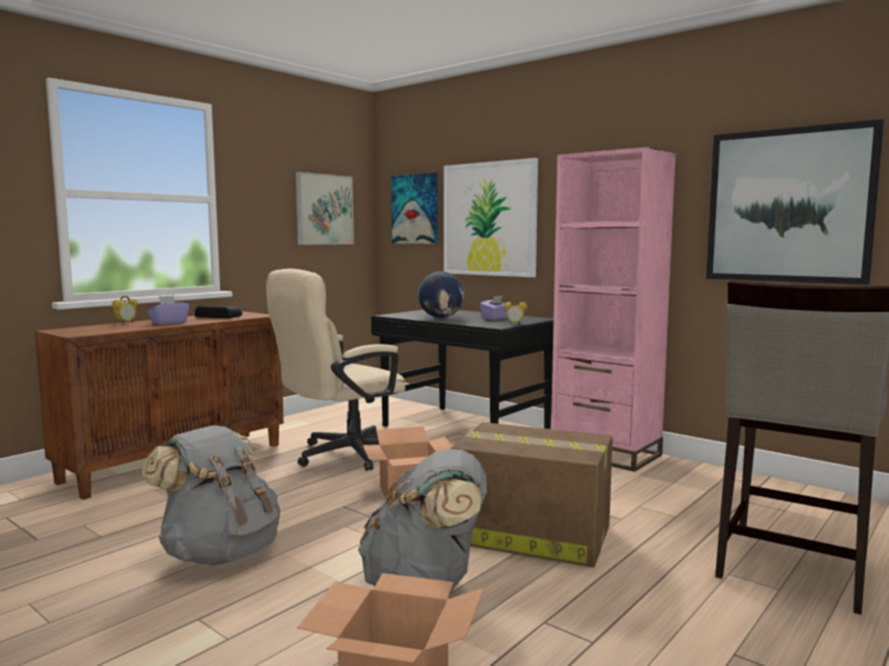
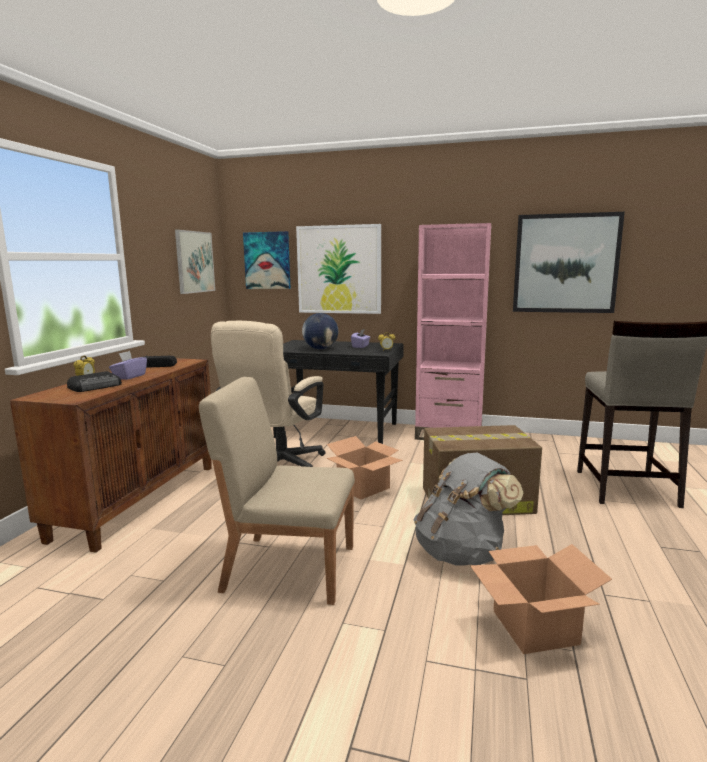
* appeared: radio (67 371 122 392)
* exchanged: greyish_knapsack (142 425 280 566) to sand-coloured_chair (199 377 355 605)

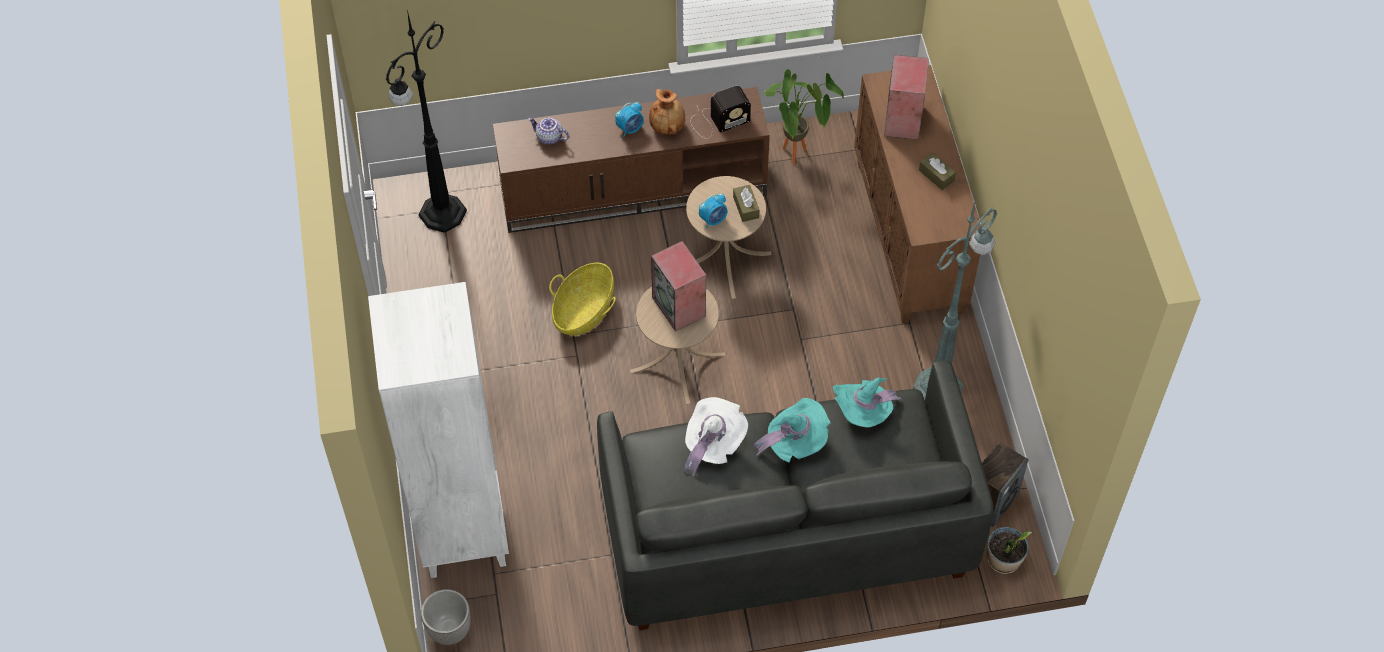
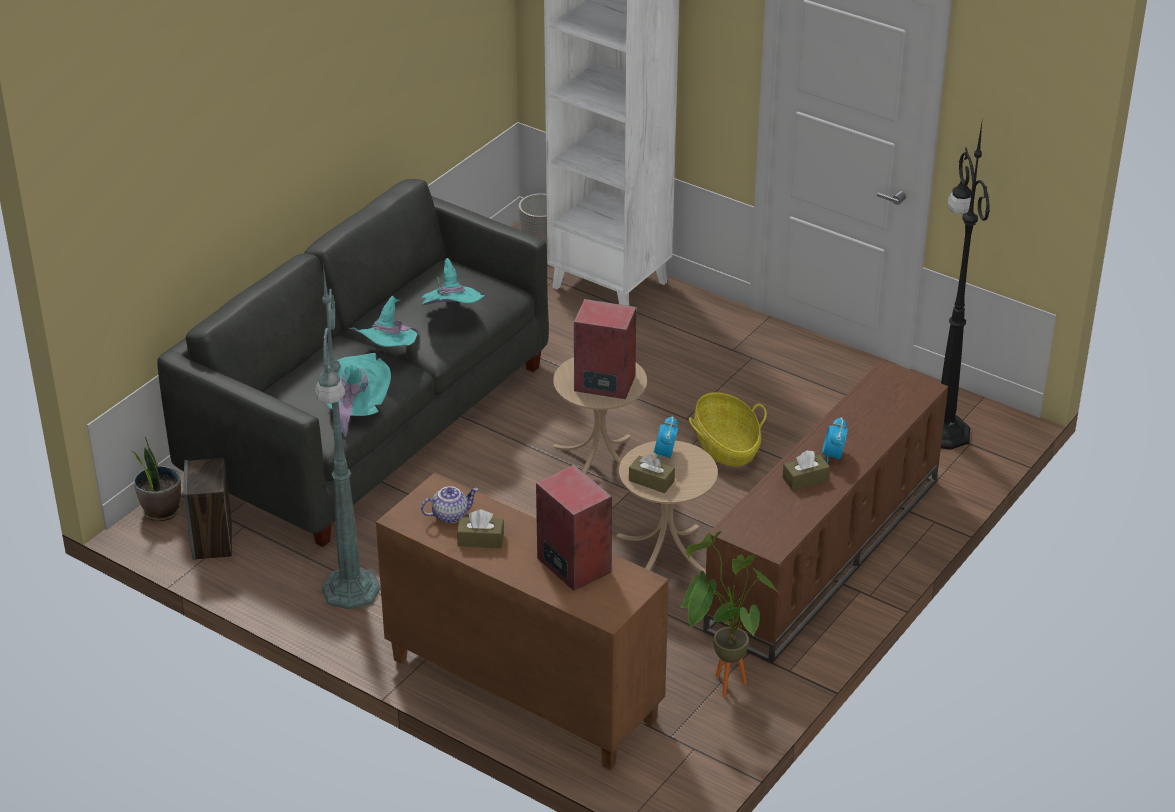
* colour: whitish_hat (683 397 748 477) to blue-green_hat (421 258 485 305)
* relocated: teapot (528 117 569 145) to (421 486 479 523)
* exchanged: brown-coloured_decorative_vase (649 89 685 135) to brown-coloured_box_of_tissues (783 450 830 490)
* missing: radio (691 86 751 139)

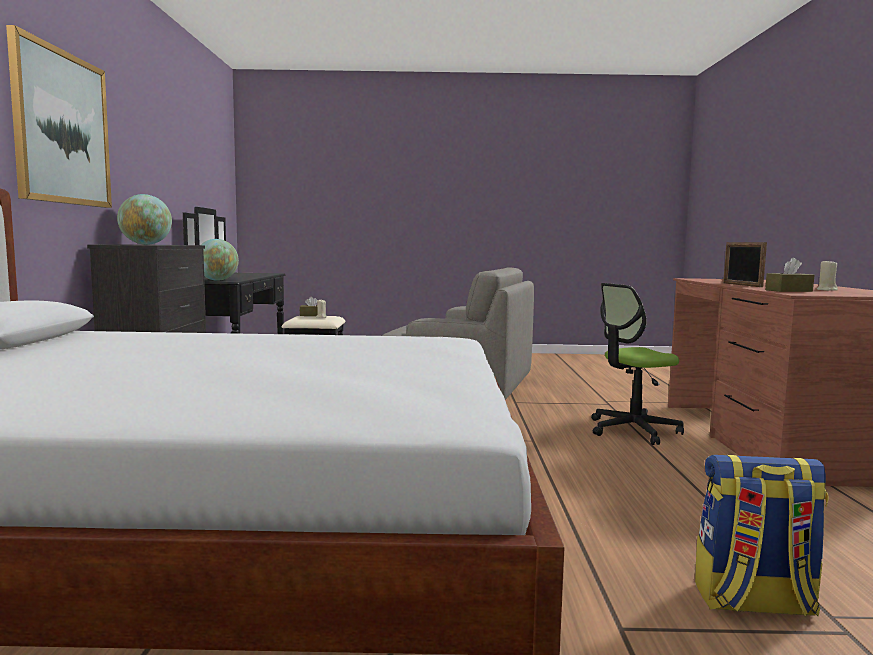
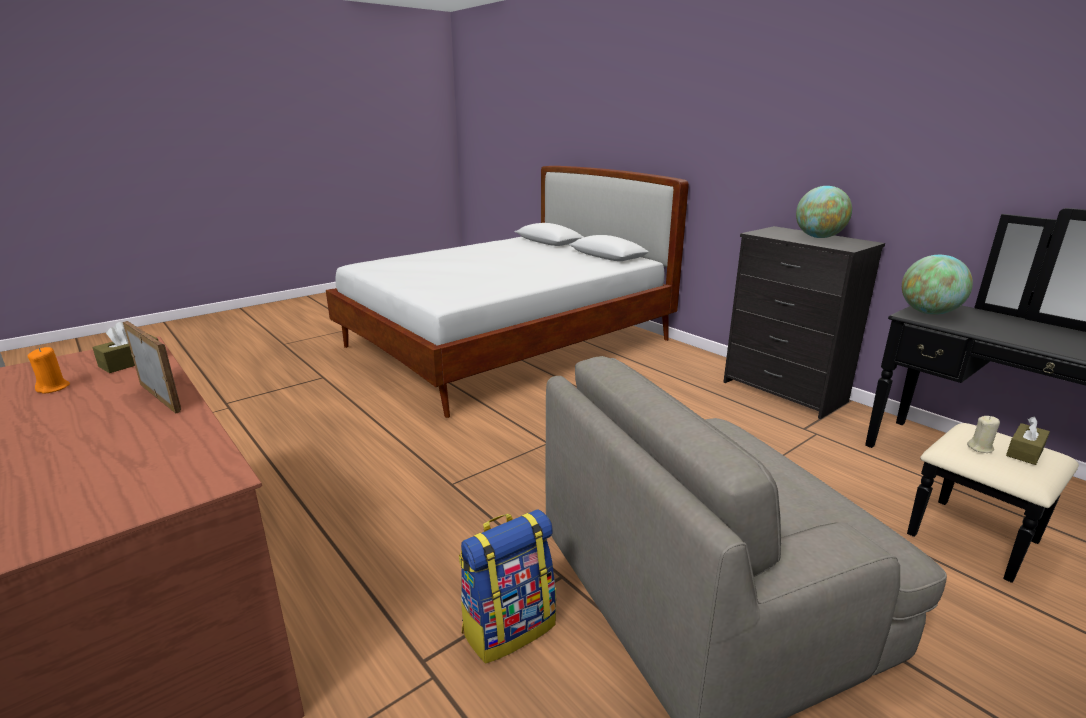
* colour: sand-coloured_wax_candle (817 259 838 291) to orange_wax_candle (28 347 70 394)
* relocated: knapsack (695 455 829 617) to (459 509 556 664)
* missing: wall_picture (6 25 112 208)
* missing: computer_chair (591 283 684 445)

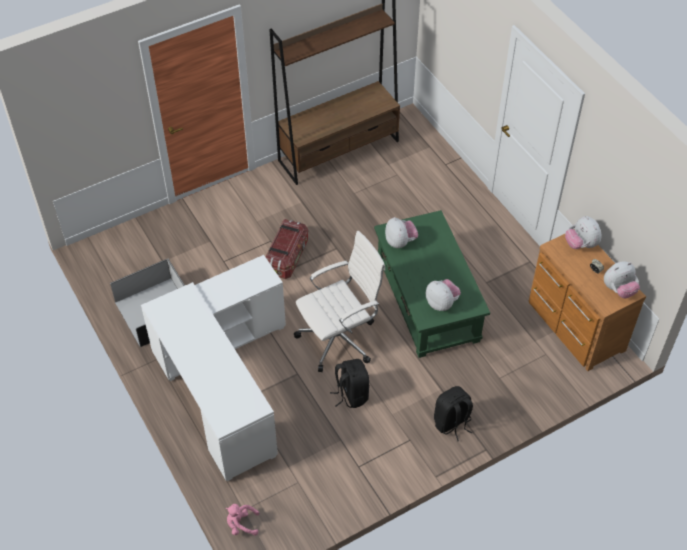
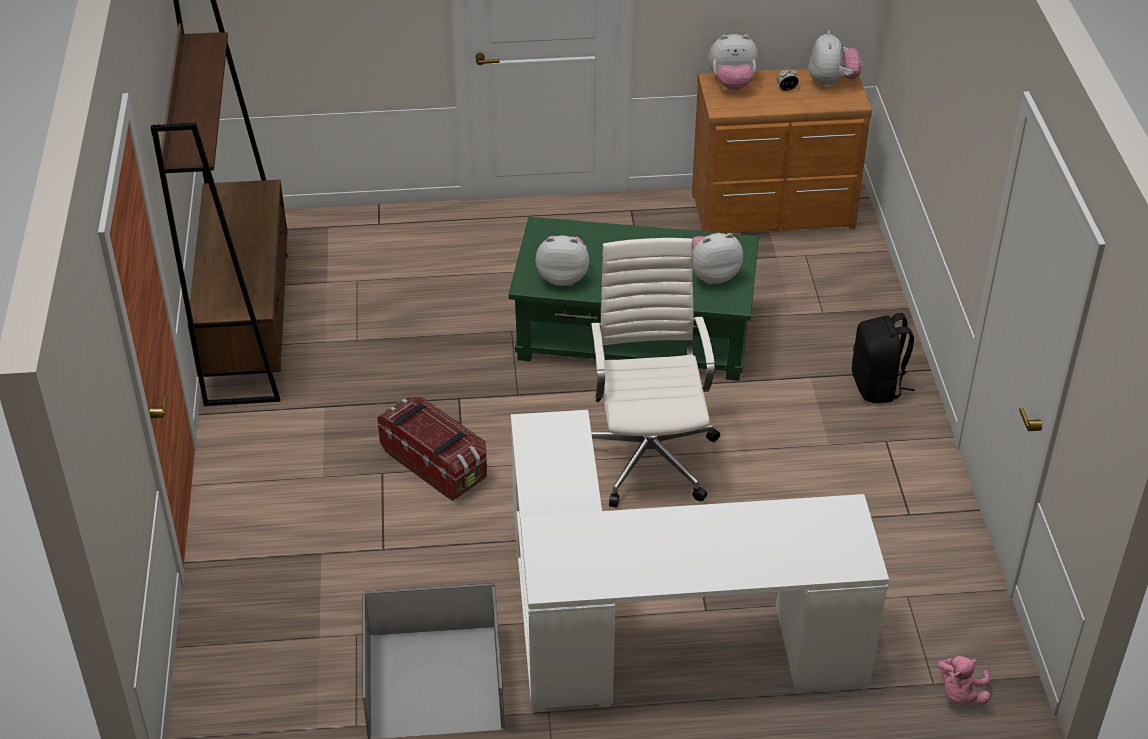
* missing: blackish_knapsack (330 359 369 408)

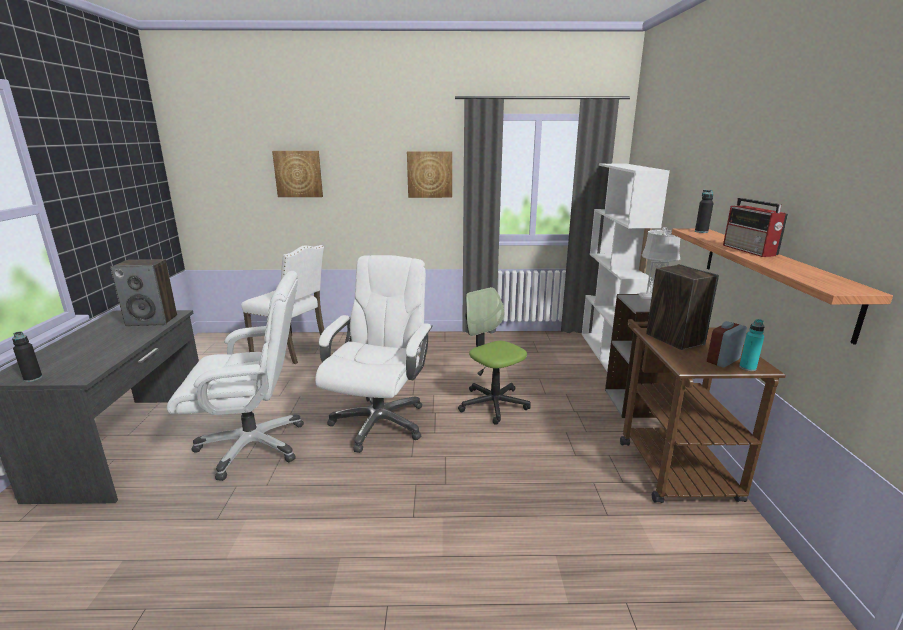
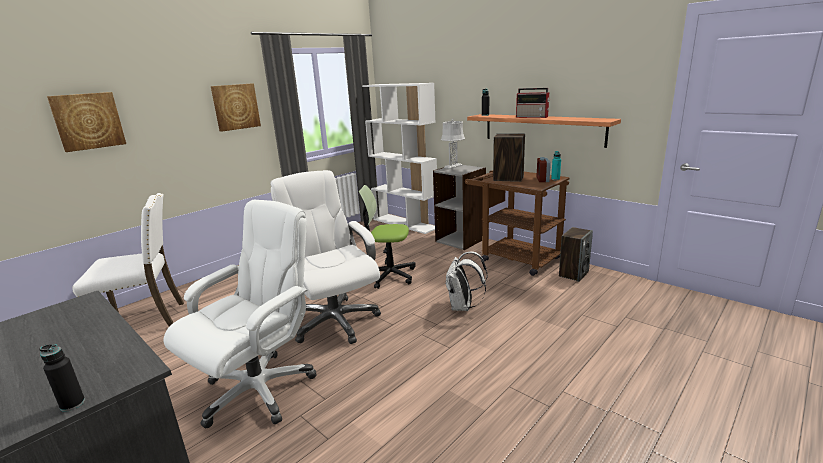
* appeared: whitish_knapsack (446 251 488 311)
* relocated: speaker (110 259 177 326) to (559 227 593 282)

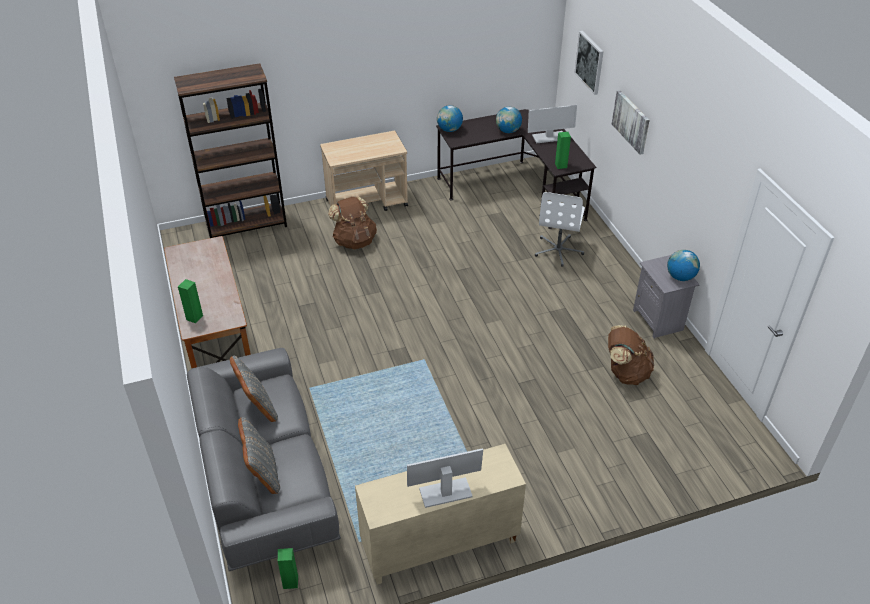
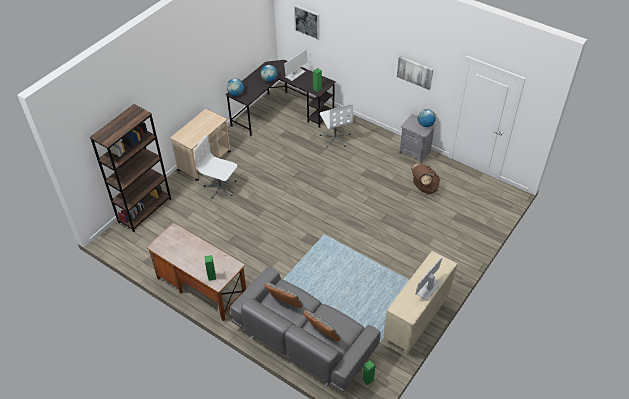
* exchanged: brown-coloured_knapsack (328 196 377 249) to whitish_computer_chair (194 135 237 199)
* relocated: wall_picture (612 90 649 155) to (397 56 433 90)

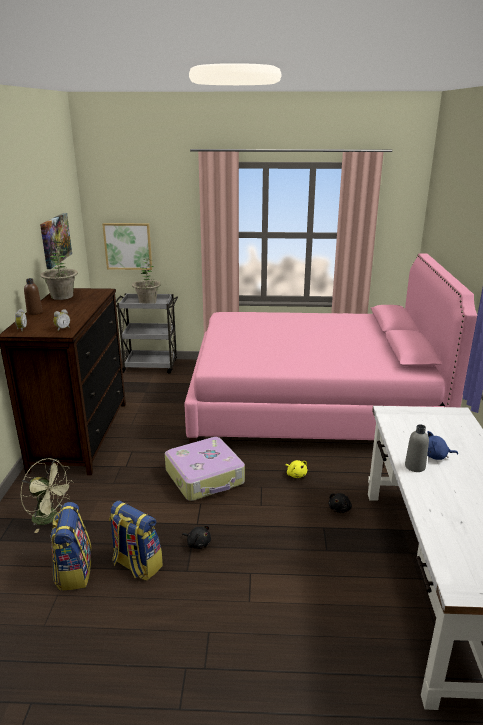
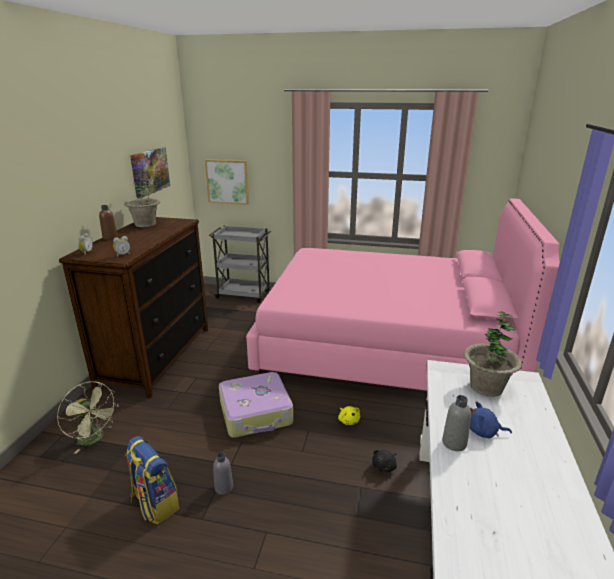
* exchanged: blackish_soft_toy (182 526 211 549) to greyish_drink_bottle (213 452 233 495)
* relocated: potted_plant (132 259 161 304) to (464 311 522 397)
* missing: knapsack (50 502 92 591)

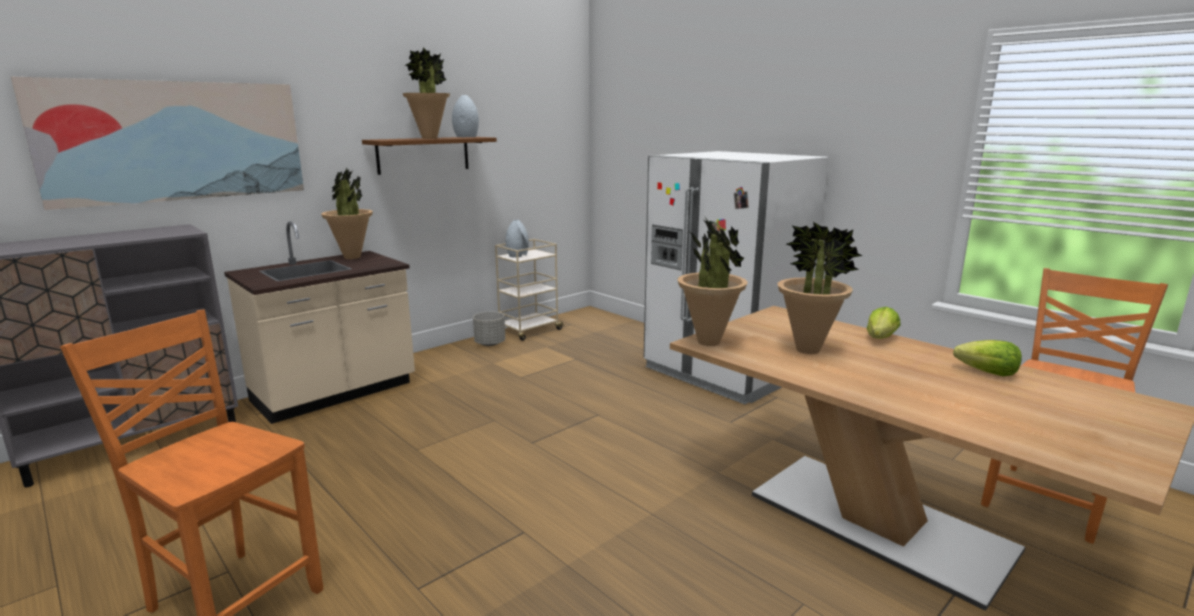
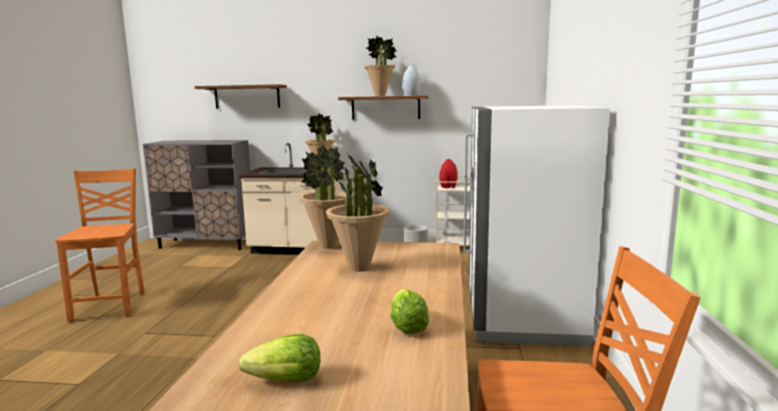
* exchanged: wall_picture (11 77 304 210) to brown-coloured_wall_shelf (195 84 287 109)
* relocated: head_of_lettuce (867 307 901 339) to (239 334 320 382)
* colour: greyish_decorative_vase (506 220 529 258) to reddish_decorative_vase (439 159 458 188)

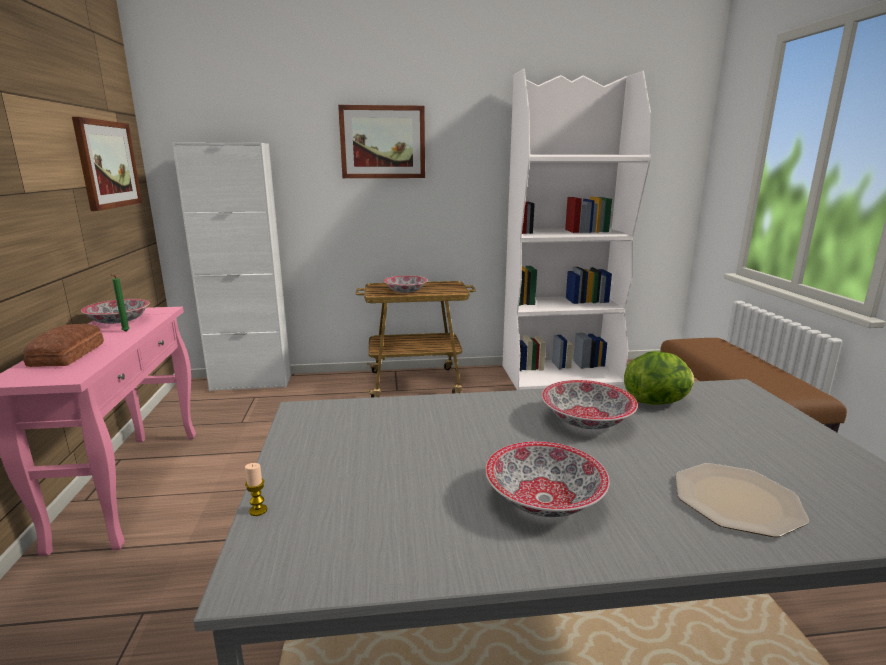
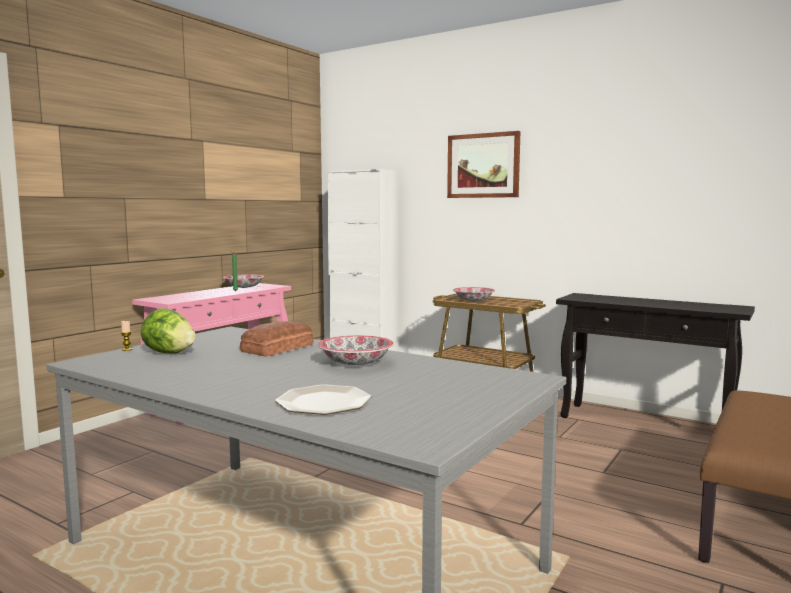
* relocated: head_of_lettuce (624 351 694 405) to (141 308 196 354)
* relocated: baked_bread (23 324 104 367) to (240 321 313 356)
* exchanged: whitish_bookcase (502 69 651 390) to blackish_narrow_table (556 293 755 418)
* missing: wall_picture (72 117 142 211)
* missing: deep_dish (485 441 609 517)

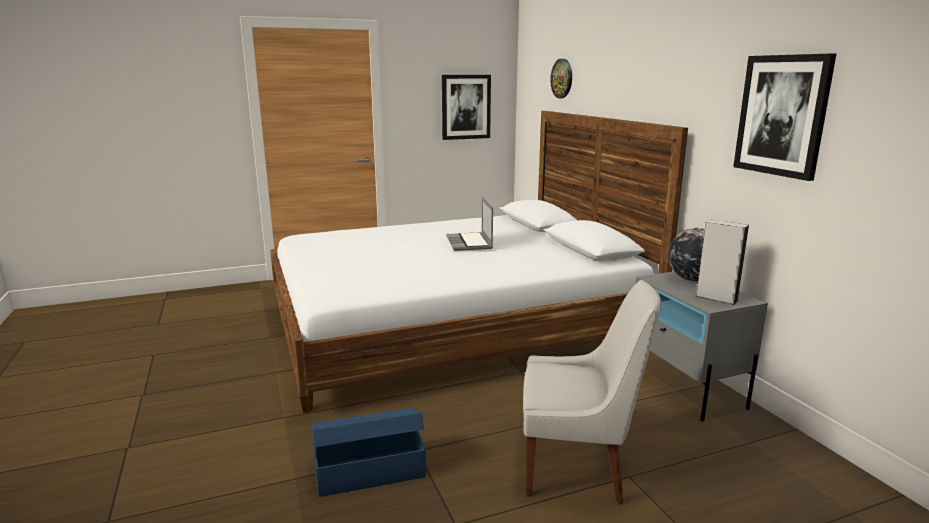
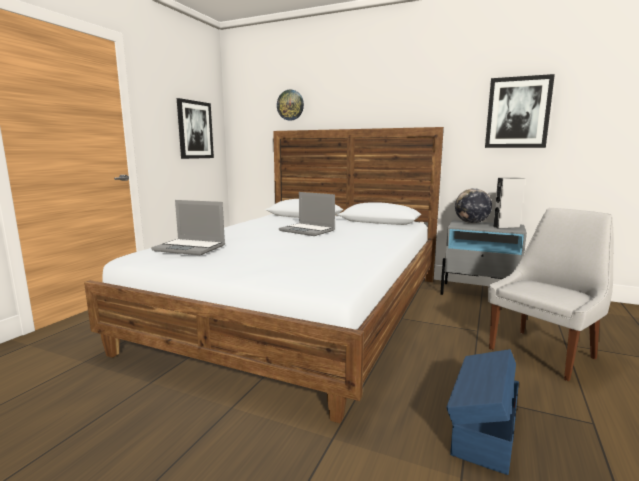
* appeared: notebook_computer (151 200 225 255)

